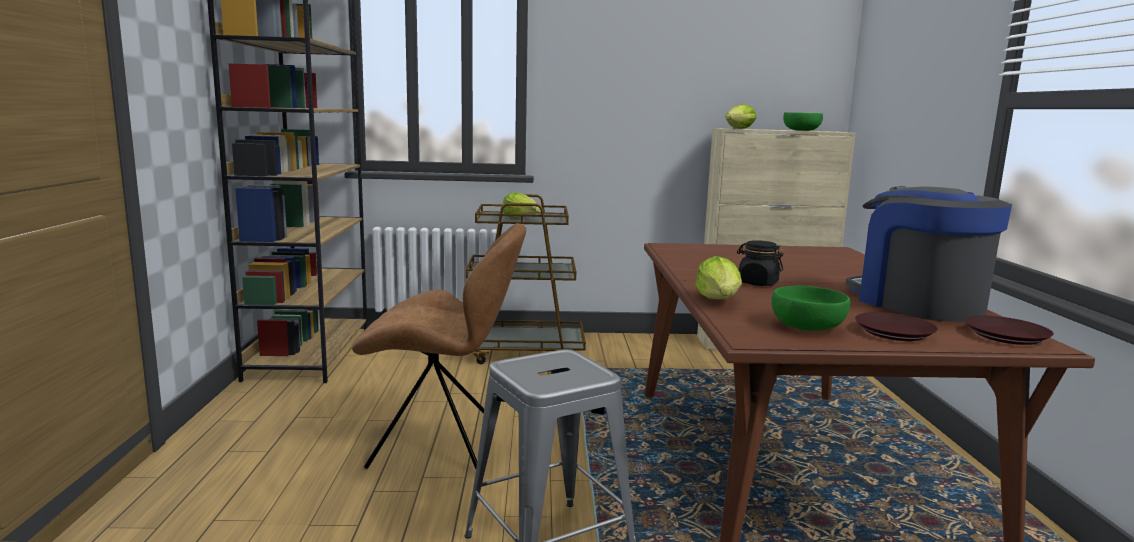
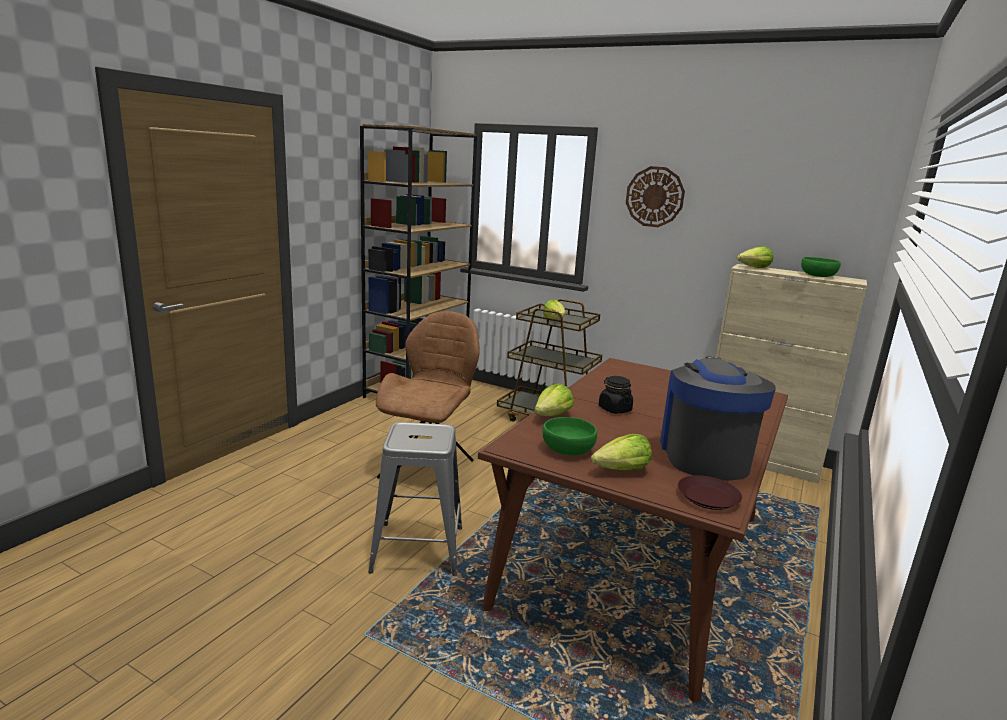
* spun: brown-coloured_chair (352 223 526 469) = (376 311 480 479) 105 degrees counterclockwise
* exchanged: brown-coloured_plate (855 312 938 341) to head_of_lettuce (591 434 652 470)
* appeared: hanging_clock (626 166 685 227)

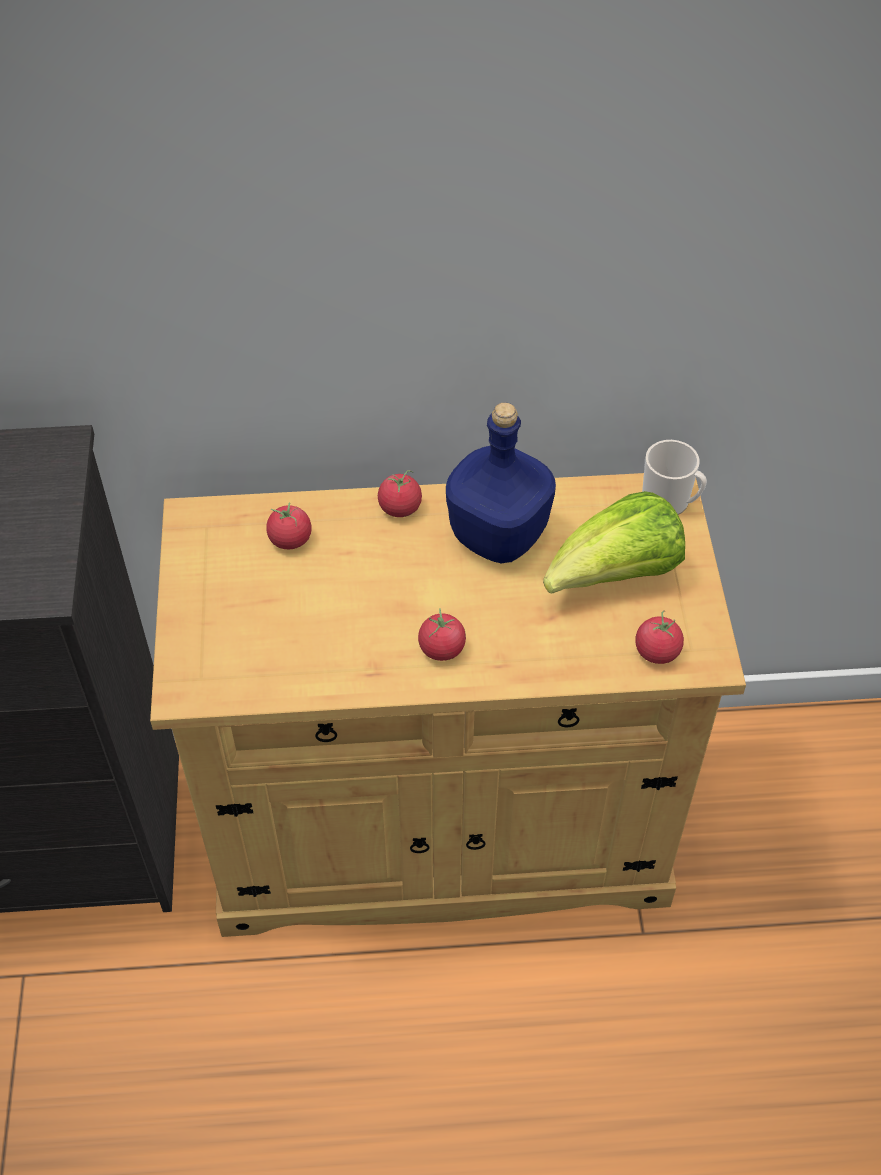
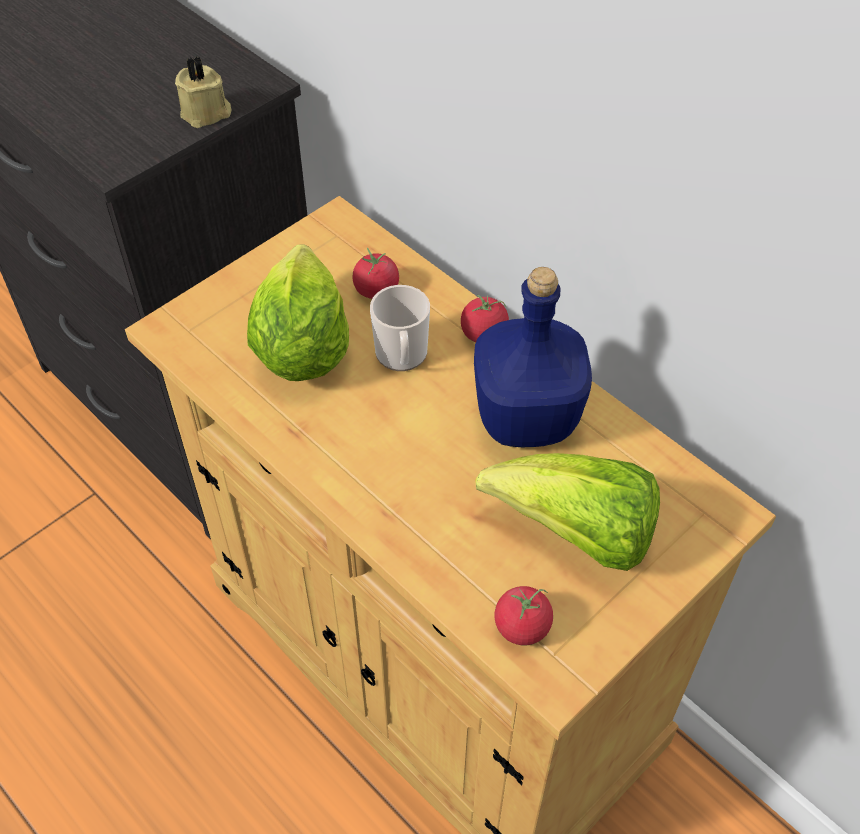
* appeared: sand-coloured_wax_candle (175 56 232 128)
* appeared: head_of_lettuce (247 245 349 381)
* relocated: coffee_mug (642 440 707 515) to (370 285 430 371)
* missing: tomato (418 608 466 661)

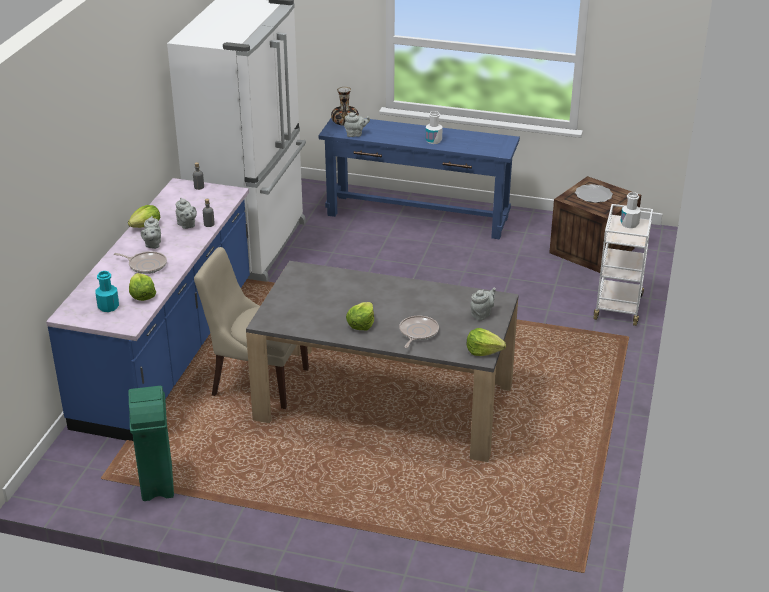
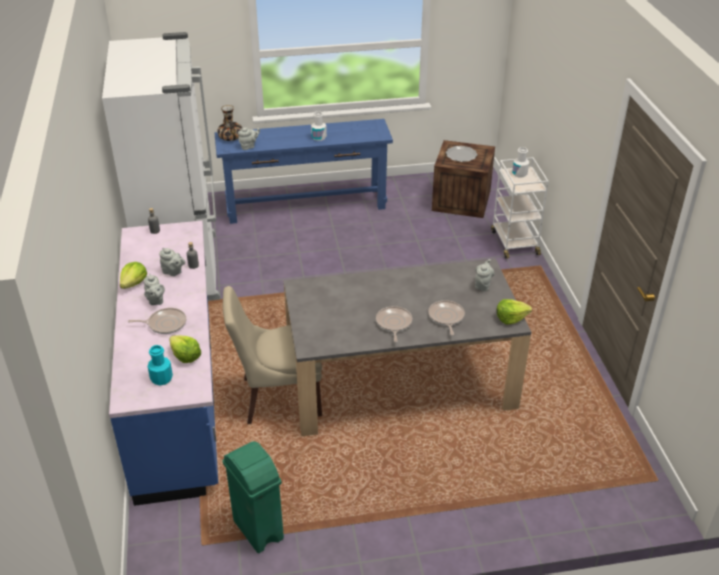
* exchanged: head_of_lettuce (346 302 374 330) to skillet (376 306 412 342)

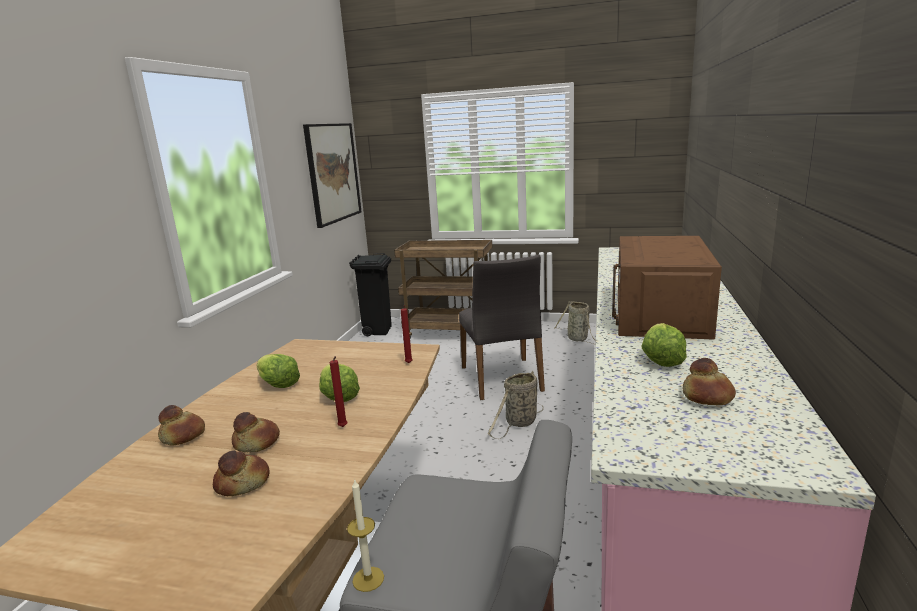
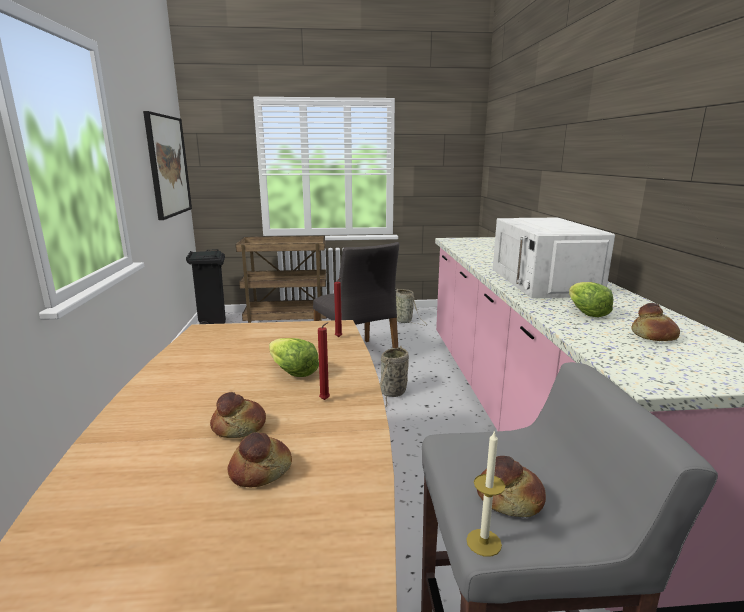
* relocated: baked_bread (158 405 205 446) to (477 456 546 517)
* colour: brown-coloured_kitchen_microwave (612 236 722 340) to whitish_kitchen_microwave (493 218 615 298)
* missing: head_of_lettuce (257 354 300 388)

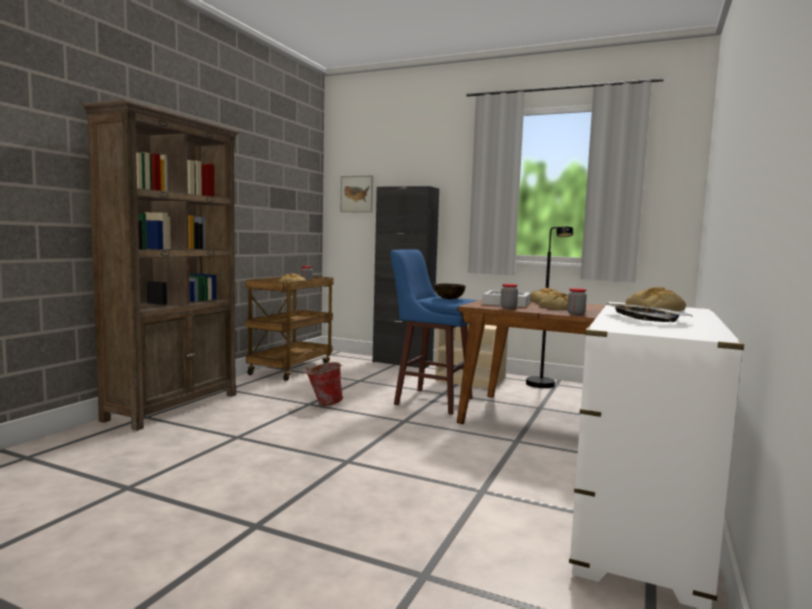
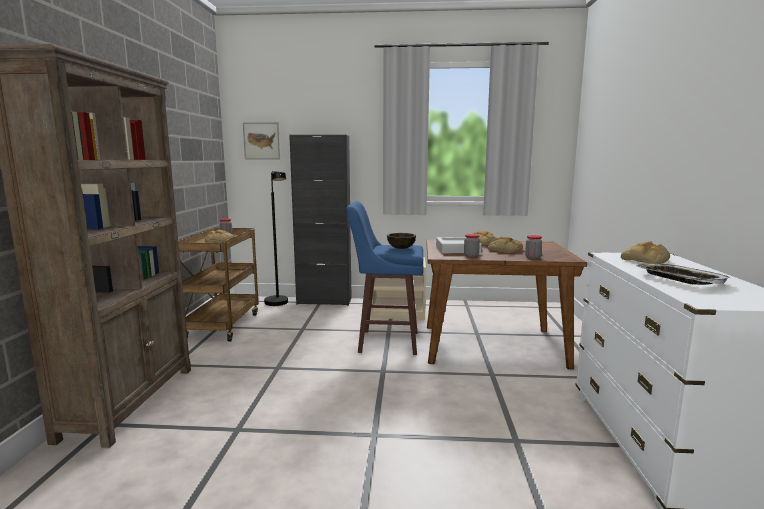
* relocated: blackish_standing_lamp (526 226 573 388) to (264 171 288 306)
* missing: water_bucket (306 362 343 406)

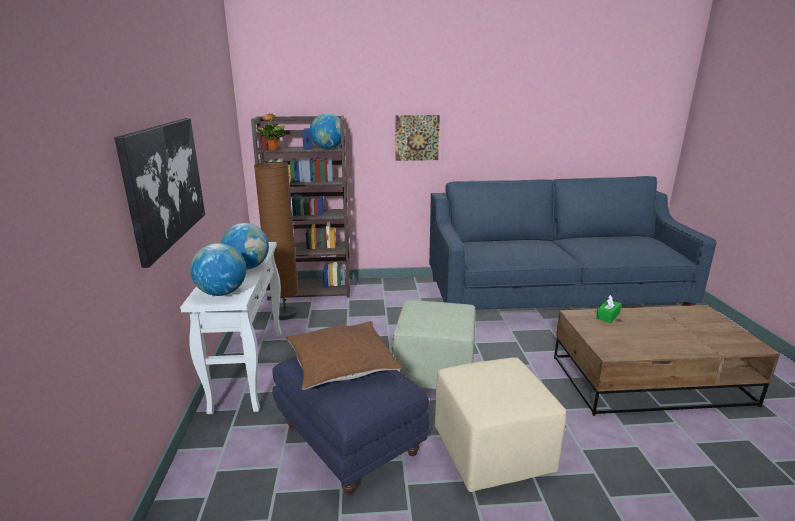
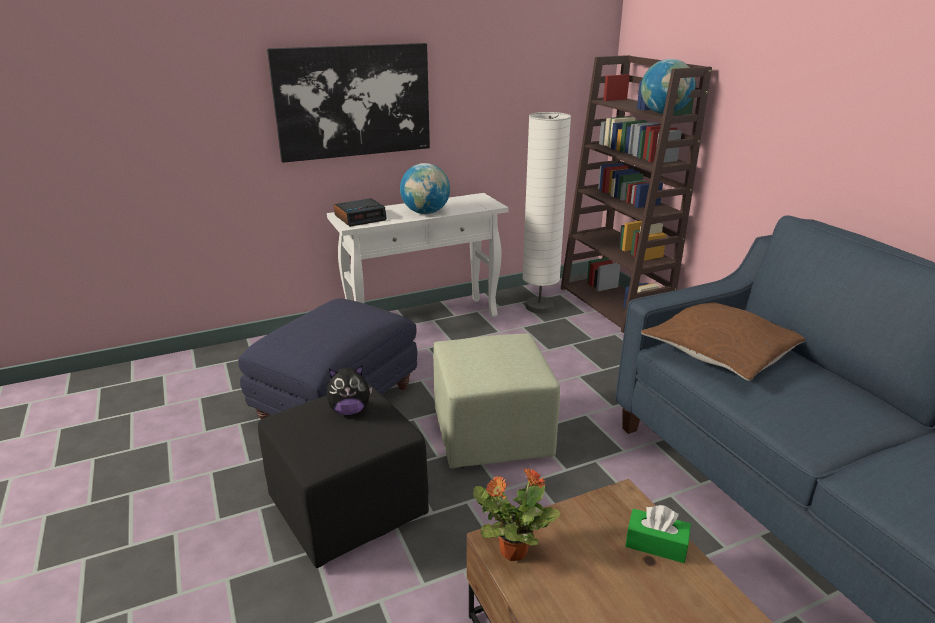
* colour: sand-coloured_pouffe (435 357 566 492) to blackish_pouffe (258 384 429 568)
* appeared: soft_toy (326 365 373 415)
* exchanged: world_globe (190 243 246 296) to alarm_clock (334 198 387 227)
* relocated: potted_plant (255 114 285 151) to (473 468 561 561)
* colour: brown-coloured_standing_lamp (254 162 299 320) to whitish_standing_lamp (522 112 571 313)
* relocated: brown-coloured_cushion (286 321 402 390) to (641 302 805 381)
* missing: wall_picture (395 115 440 161)

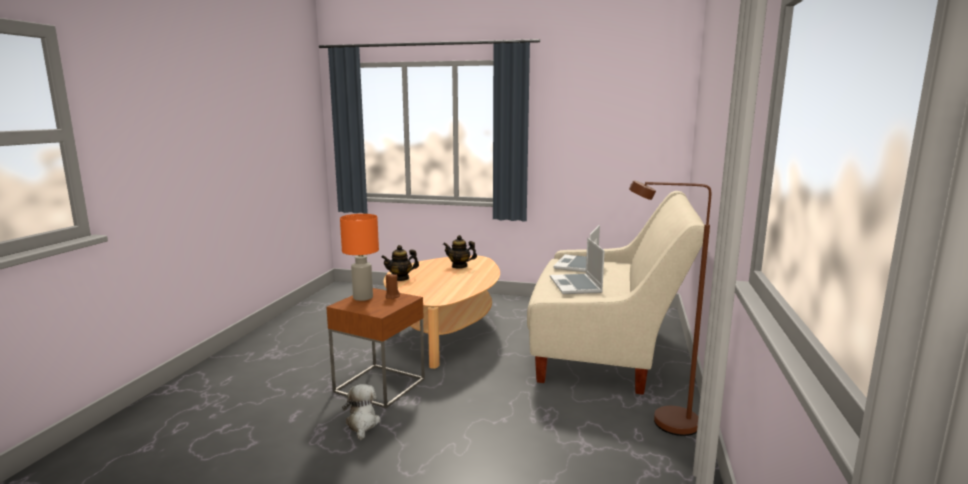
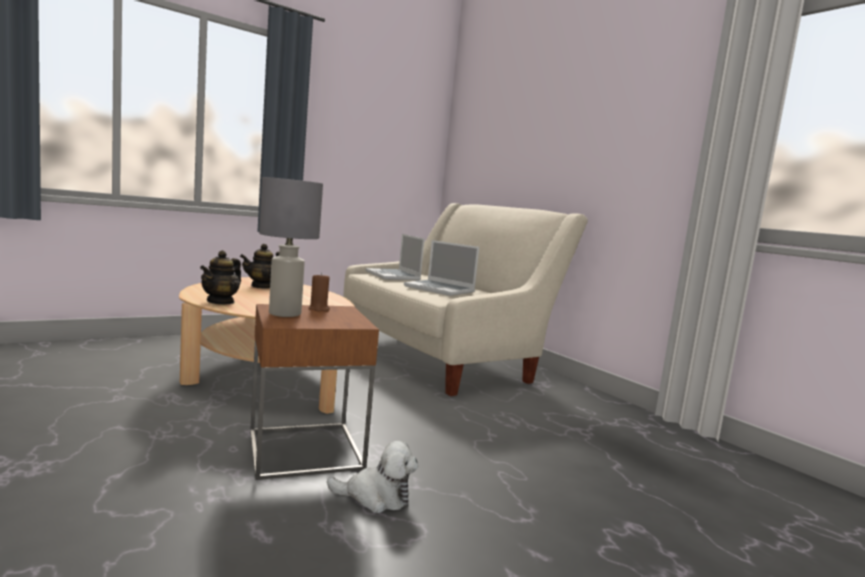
* colour: orange_tabletop_lamp (340 214 379 301) to greyish_tabletop_lamp (259 177 323 317)
* spun: soft_toy (342 384 381 440) = (327 441 418 513) 150 degrees clockwise
* missing: brown-coloured_standing_lamp (629 180 711 436)

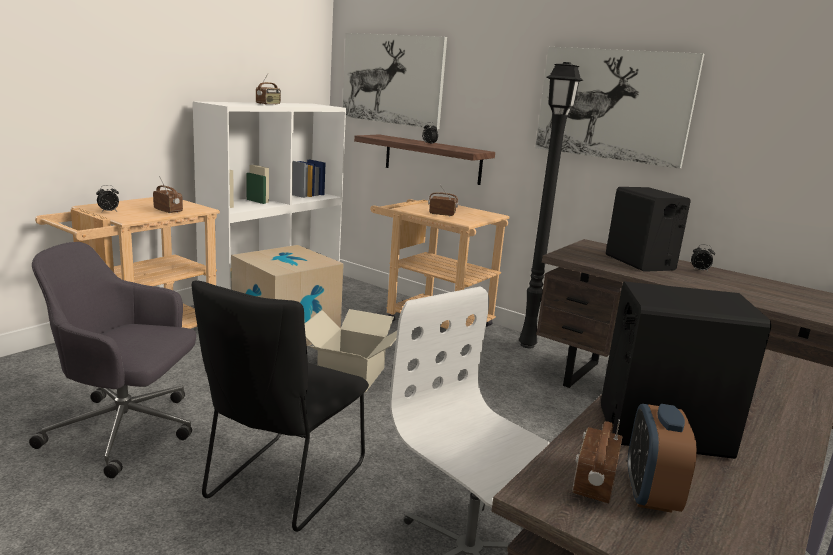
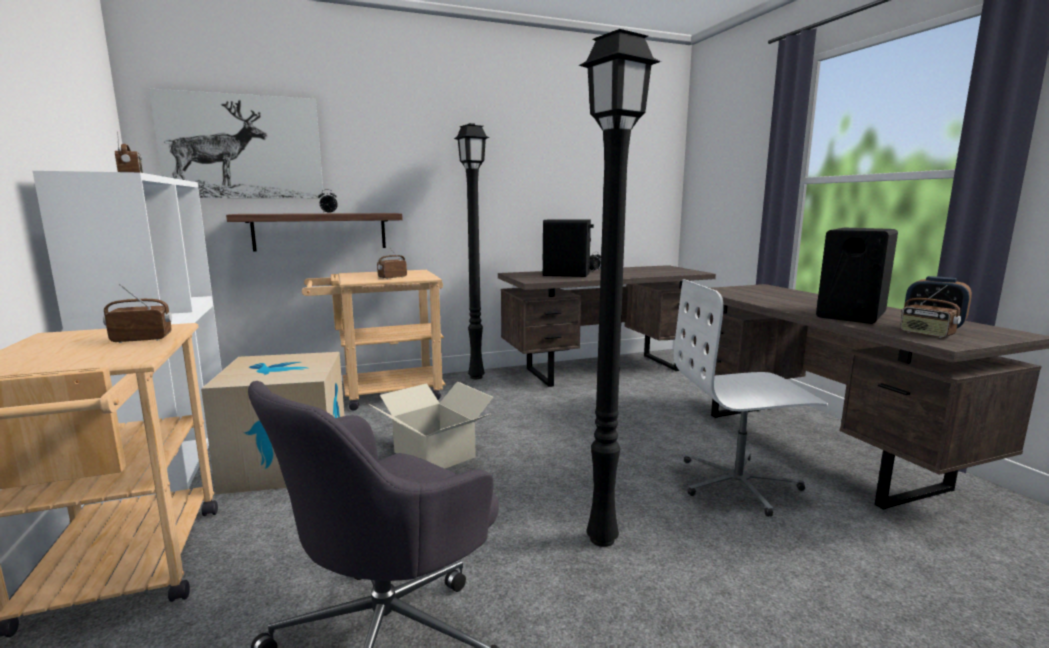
* exchanged: blackish_chair (192 280 369 532) to blackish_standing_lamp (579 29 661 547)
* missing: alarm_clock (96 185 119 212)
* missing: wall_picture (535 47 704 169)

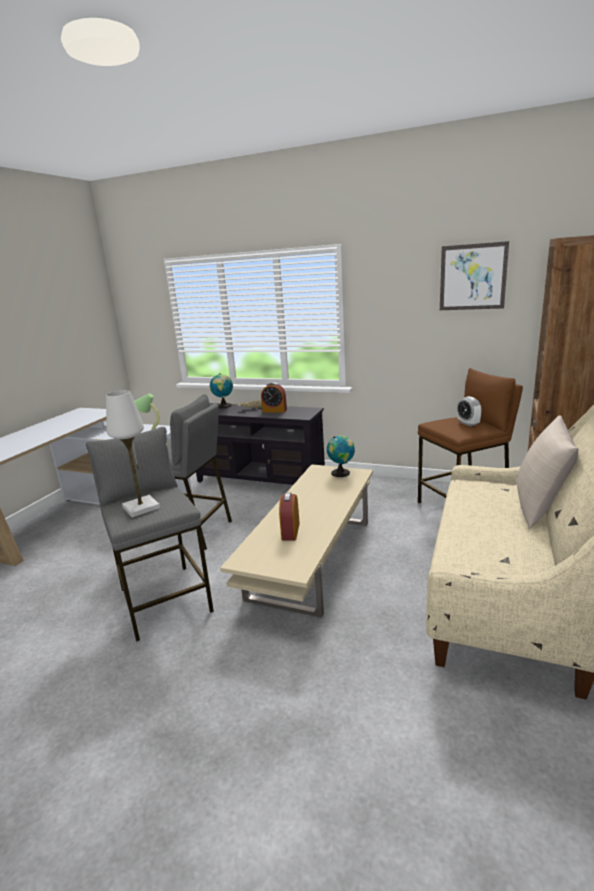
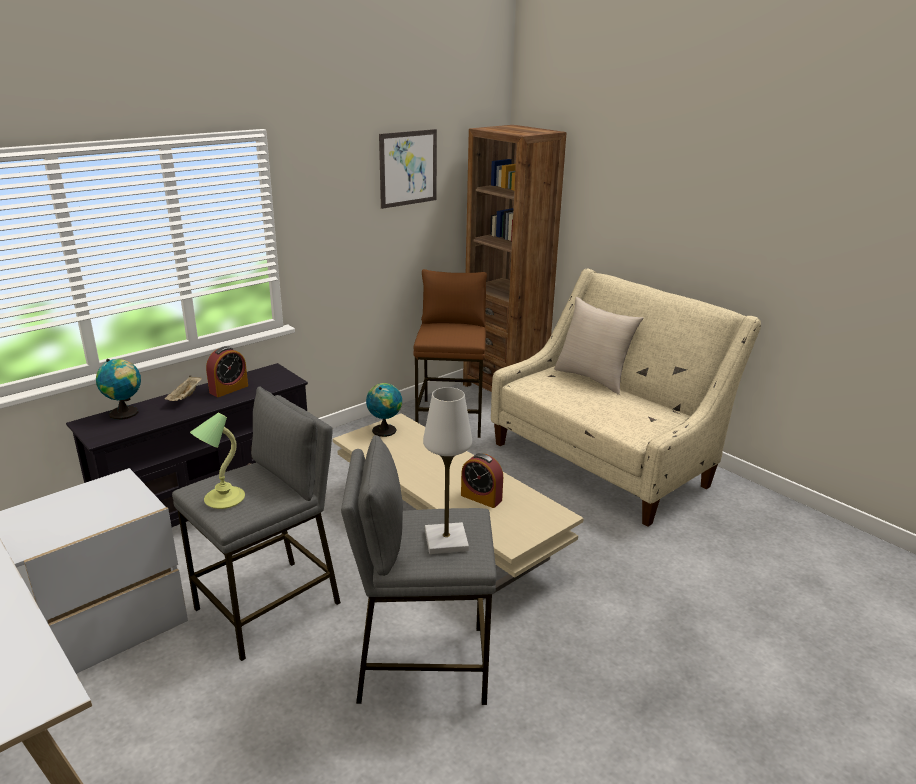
* missing: alarm_clock (457 396 481 426)

